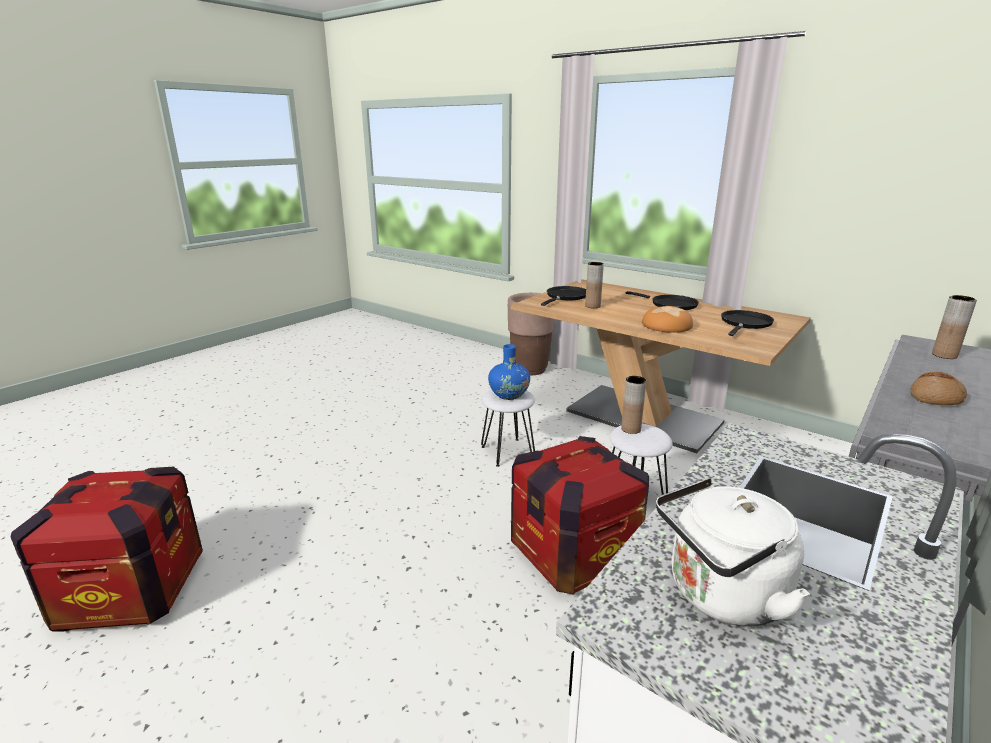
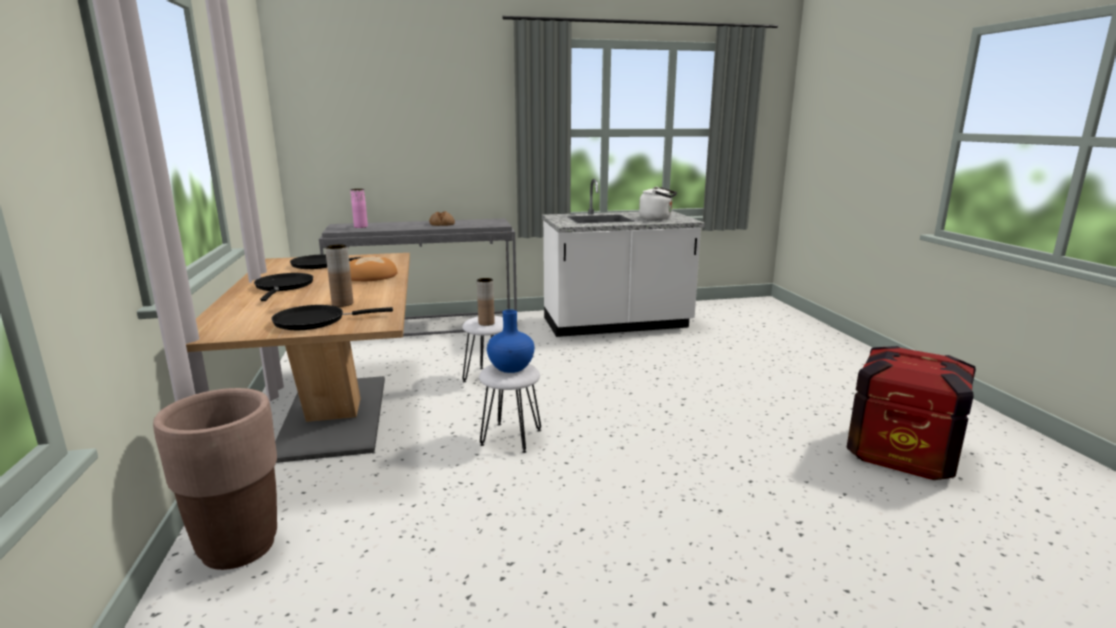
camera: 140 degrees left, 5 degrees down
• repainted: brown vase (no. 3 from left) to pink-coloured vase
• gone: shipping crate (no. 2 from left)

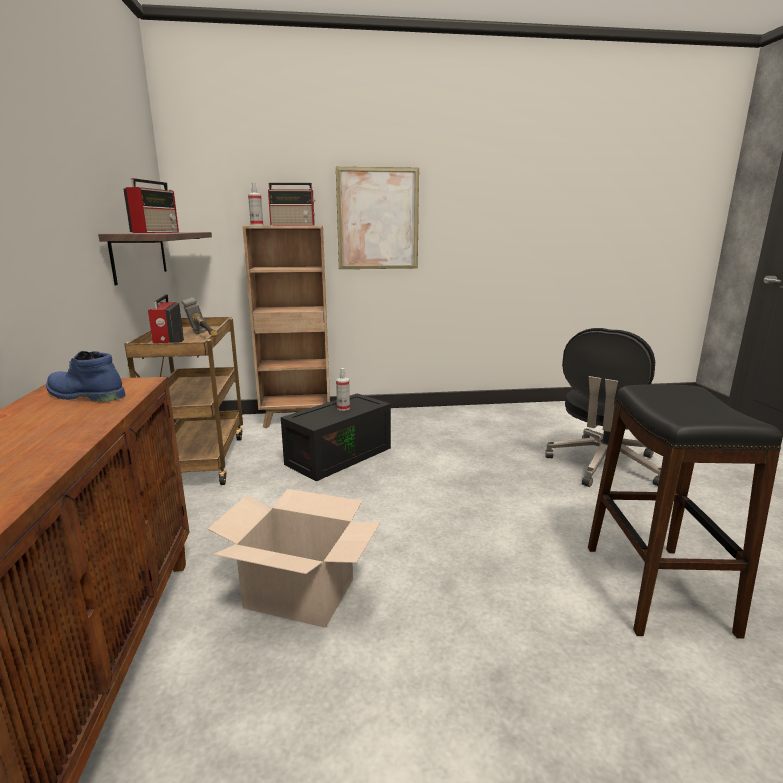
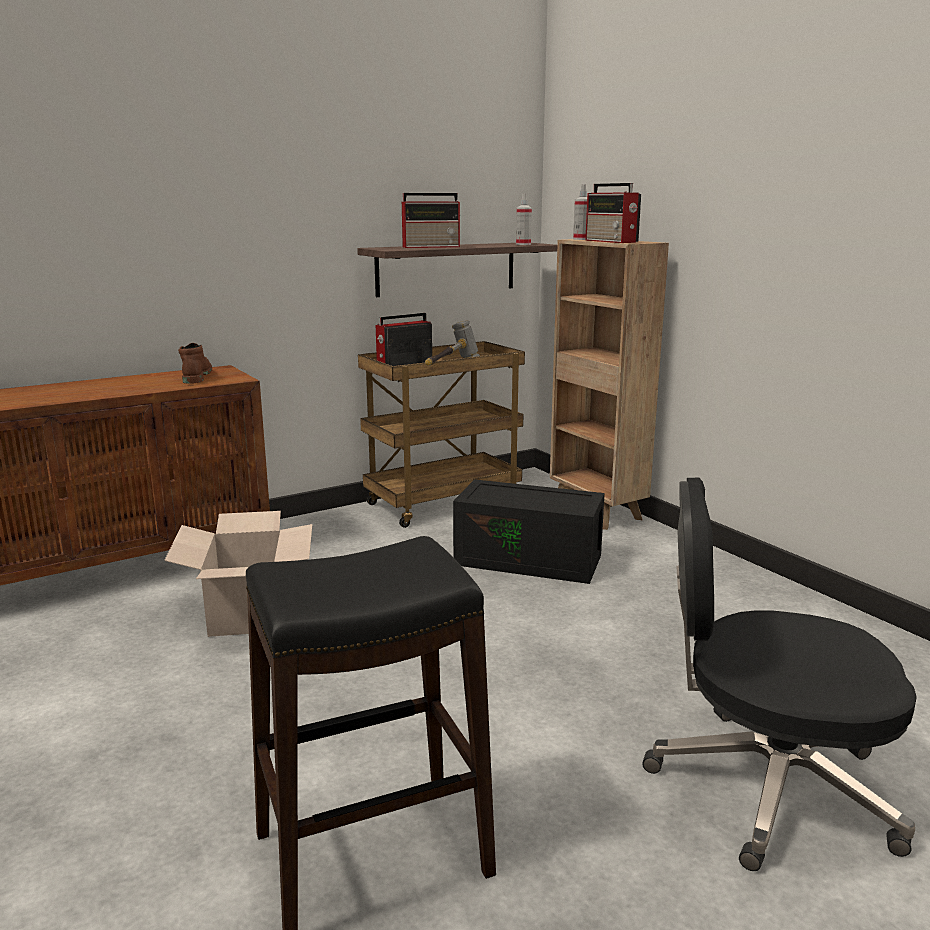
camera: 65 degrees right, 0 degrees up
• gone: picture
• repainted: blue-coloured high-top boot to brown high-top boot
• shifted: spray bottle (no. 2 from left in the first image) to spray bottle (no. 1 from left)

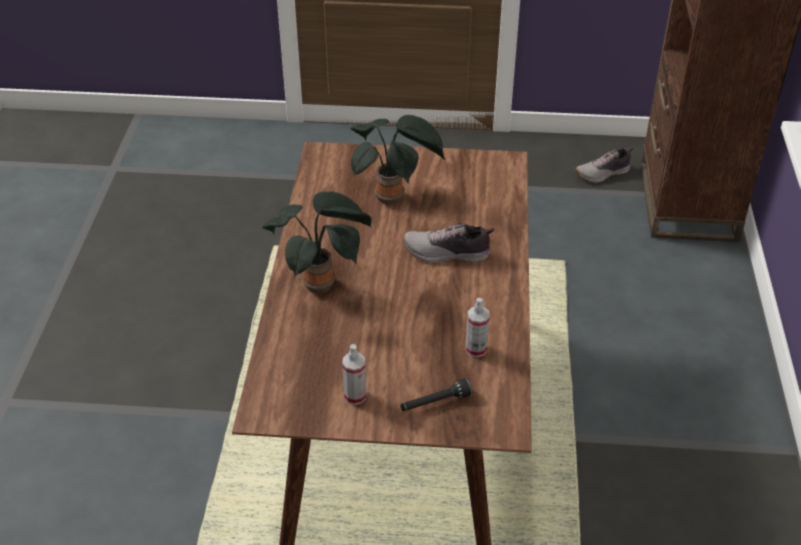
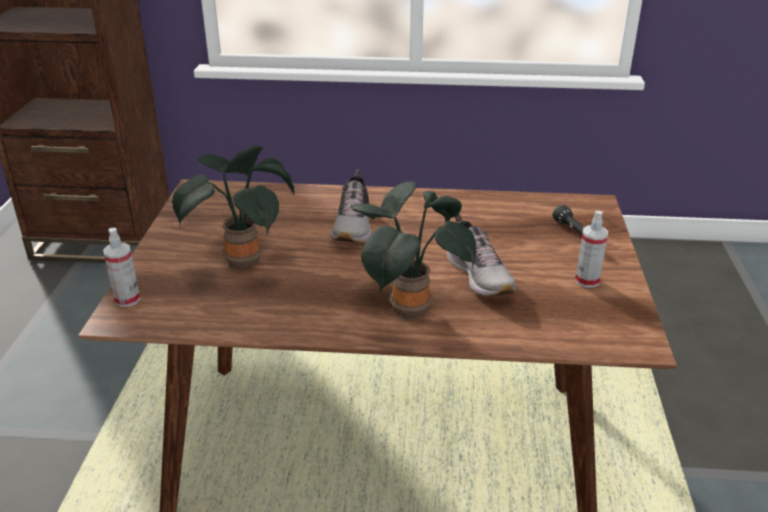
camera: 90 degrees left, 10 degrees down
• shifted: low shoe (no. 2 from left)
• shifted: spray bottle (no. 2 from left in the first image) to spray bottle (no. 1 from left)

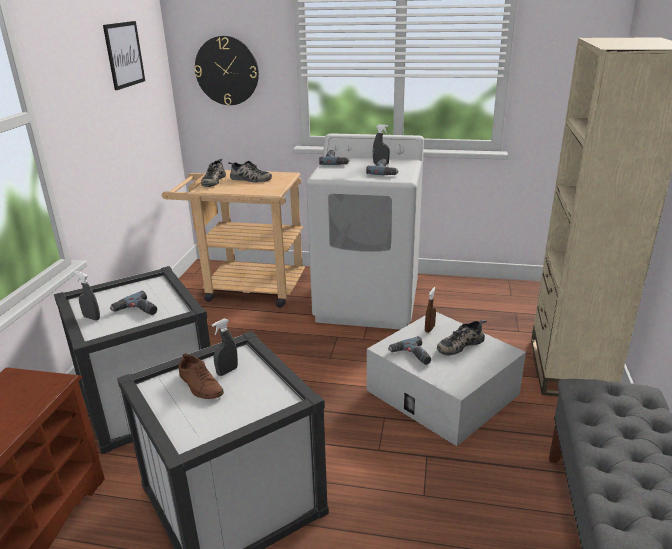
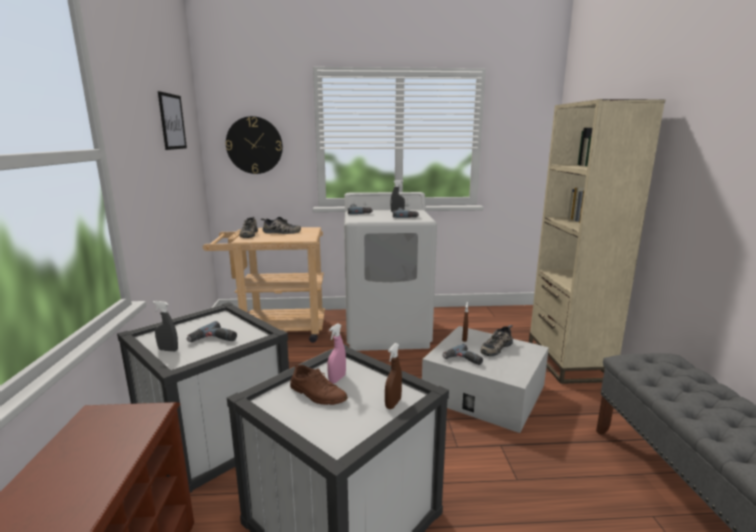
camera: 15 degrees left, 10 degrees down
• repainted: greyish spray bottle (no. 2 from left) to pink-coloured spray bottle
• new: brown spray bottle (no. 1 from left)

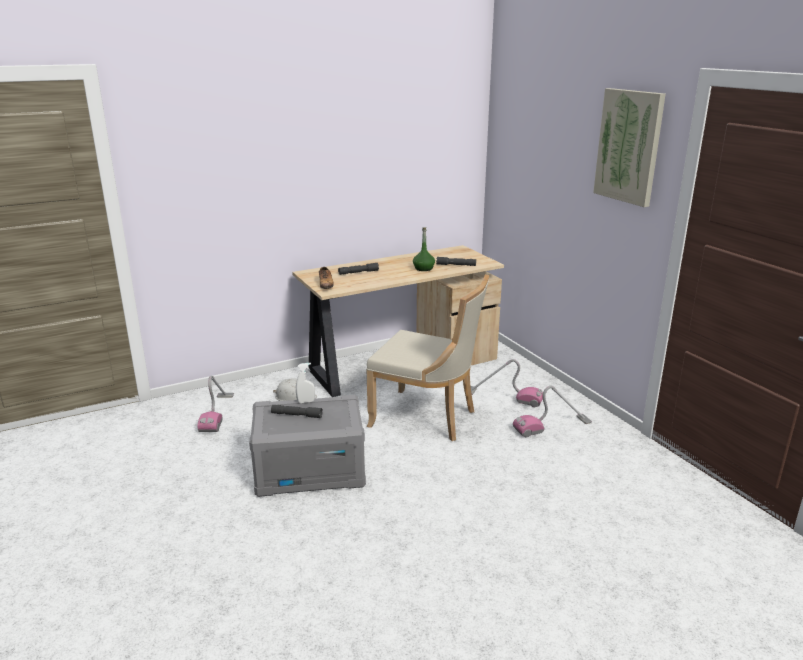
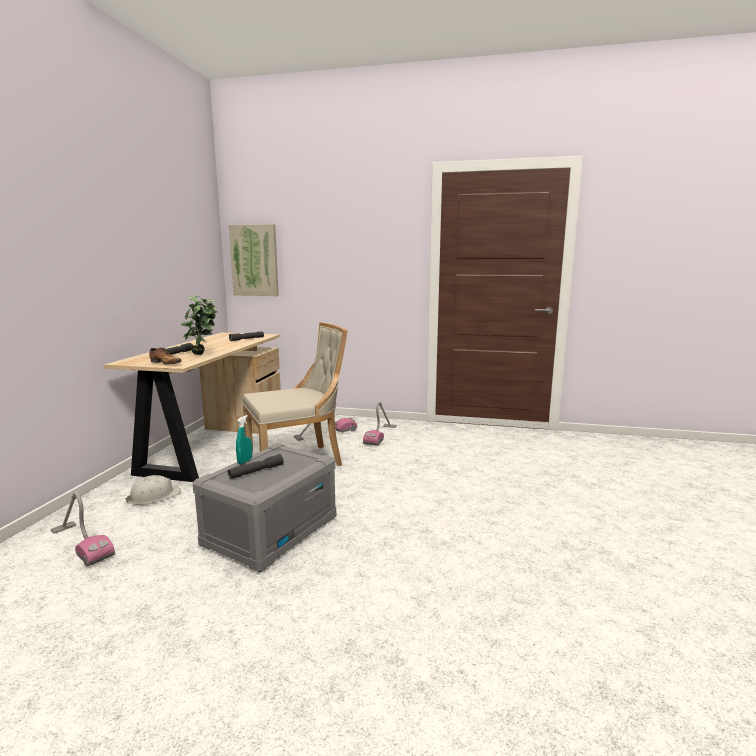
camera: 50 degrees left, 10 degrees down
• shifted: picture
• gone: green bottle
• repainted: white spray bottle to turquoise-coloured spray bottle
• new: plant in a pot

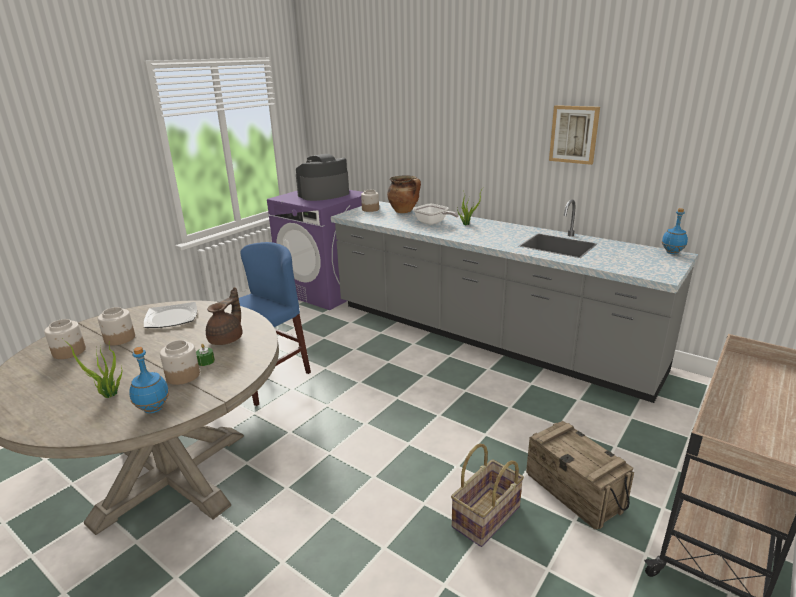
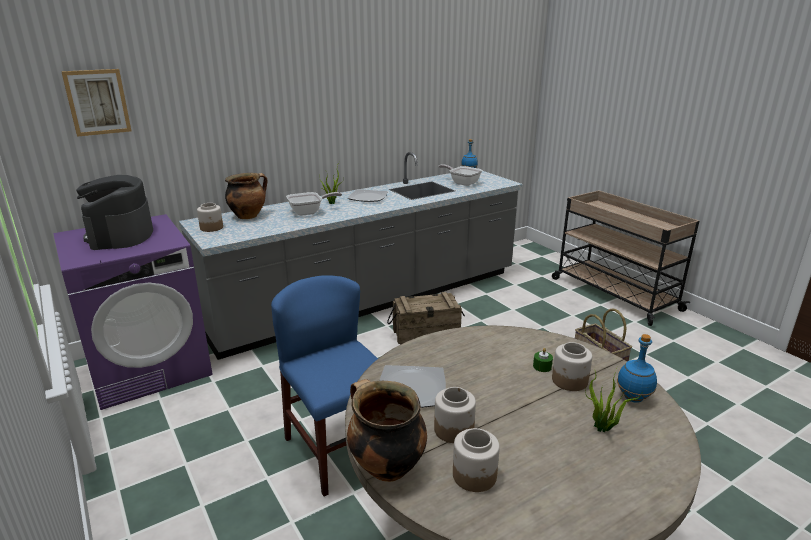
camera: 70 degrees left, 0 degrees up
• shifted: picture
• gone: brown teapot
• shifted: shipping crate
• new: skillet (no. 2 from left)
• new: plate (no. 1 from left)
• new: stockpot (no. 2 from left)

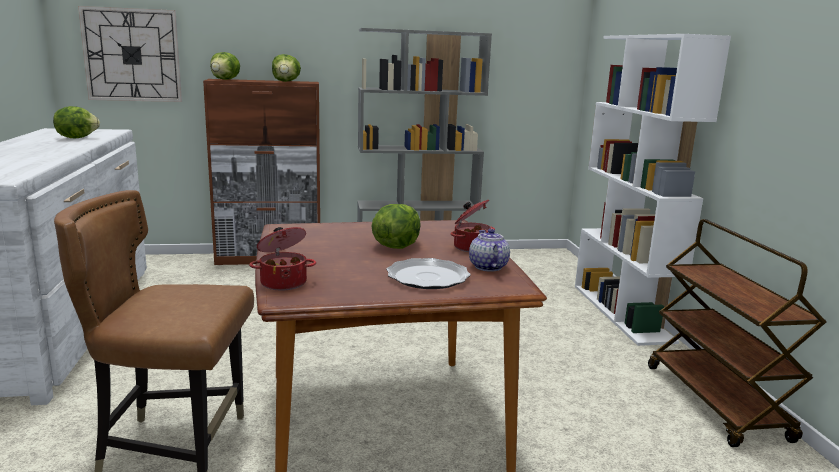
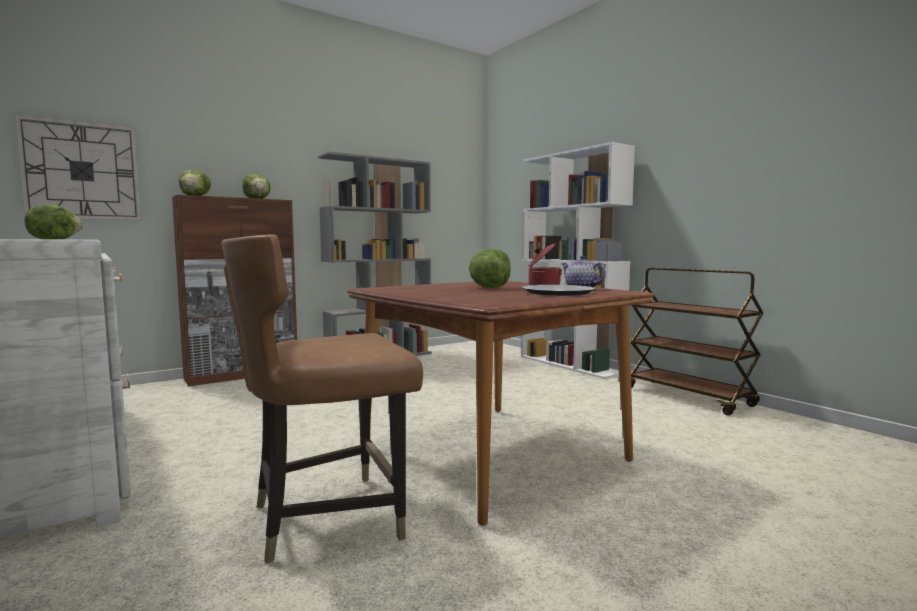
camera: 25 degrees left, 10 degrees down
• gone: stockpot (no. 1 from left)

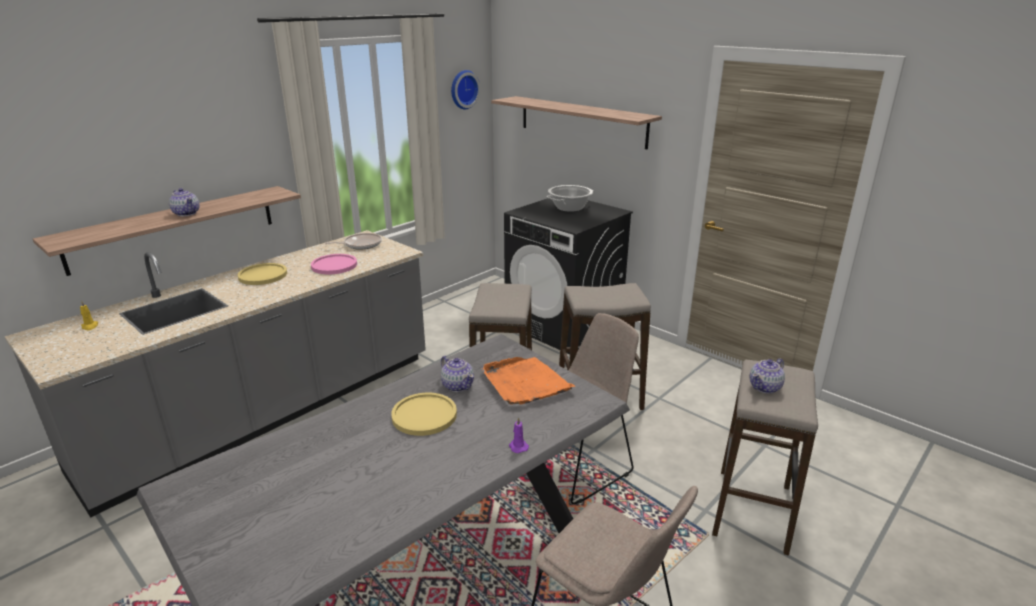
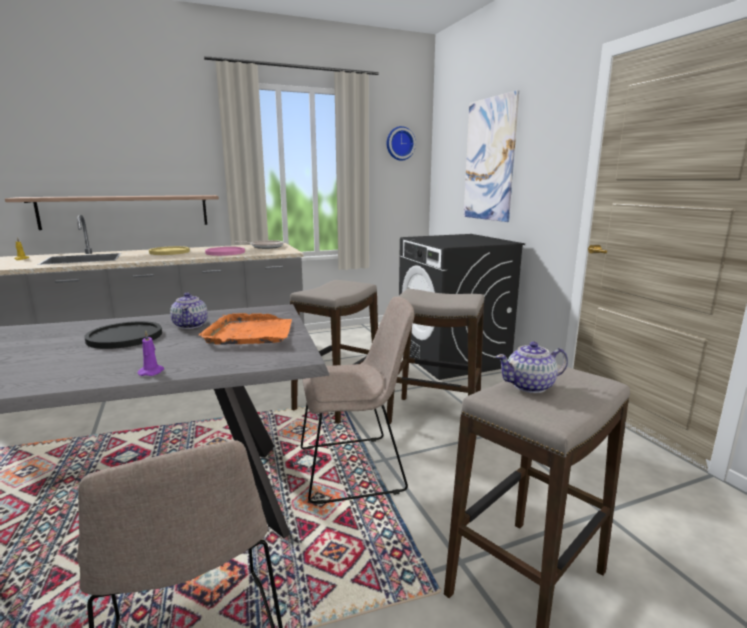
camera: 25 degrees right, 10 degrees down
• swapped: bracket shelf (no. 2 from left) to picture
• gone: stockpot
• gone: teapot (no. 1 from left)
• repainted: yellowish plate (no. 2 from left) to blackish plate

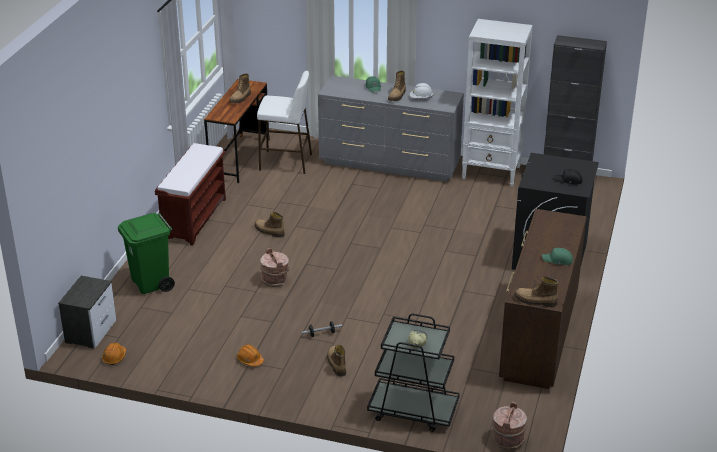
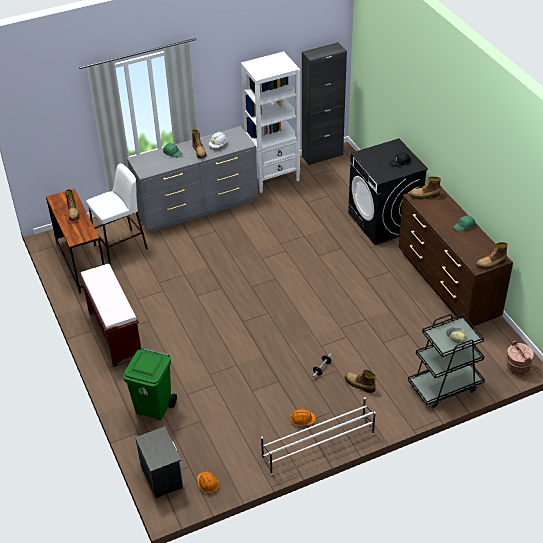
camera: 40 degrees left, 10 degrees up
• shifted: high-top boot (no. 2 from left in the first image) to high-top boot (no. 4 from left)
• gone: brown pail (no. 1 from left)
• new: white shoe shelf

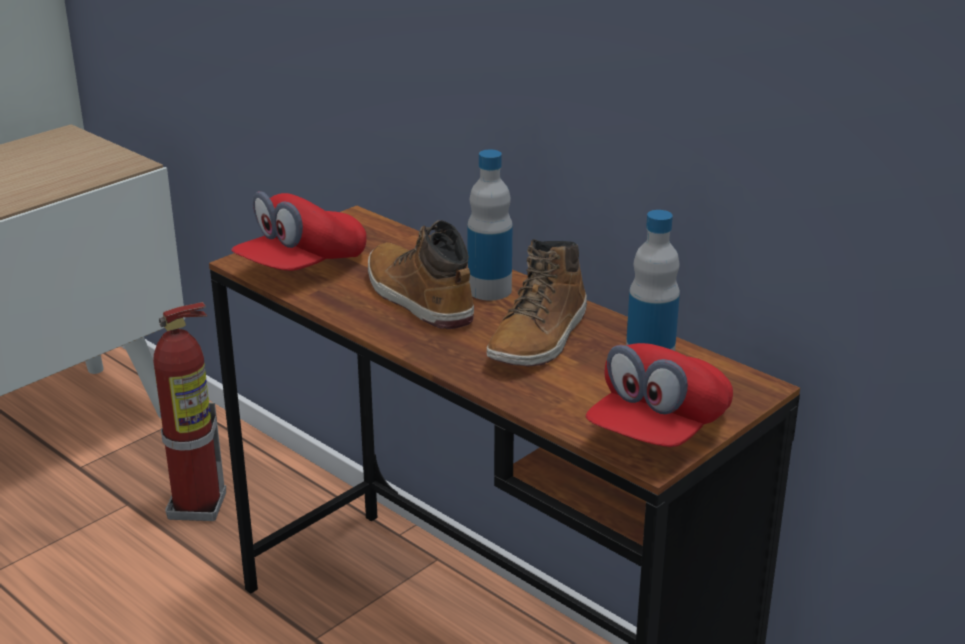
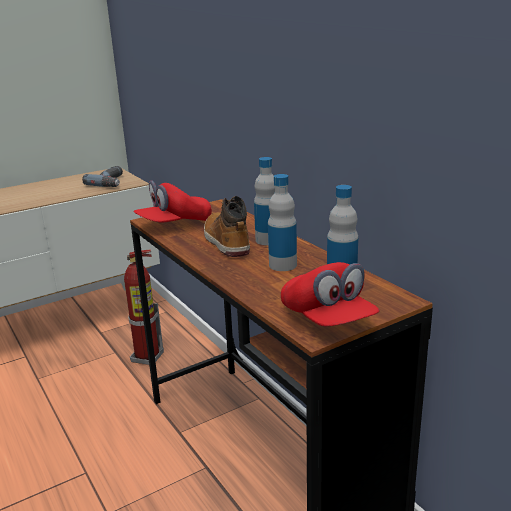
camera: 15 degrees right, 5 degrees down
• swapped: high-top boot (no. 2 from left) to bottle (no. 2 from left)
• rotated: red baseball cap (no. 2 from left) 75 degrees counterclockwise
• new: electric drill

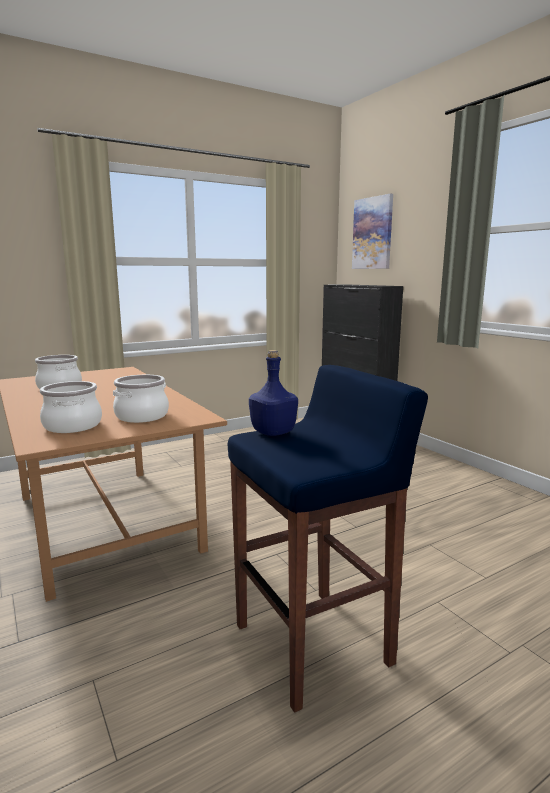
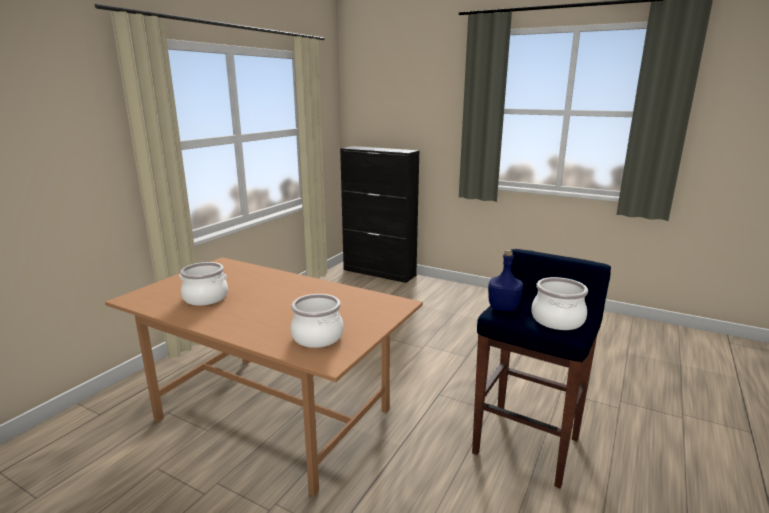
camera: 30 degrees left, 5 degrees up
• gone: picture
• shifted: stockpot (no. 3 from left)

